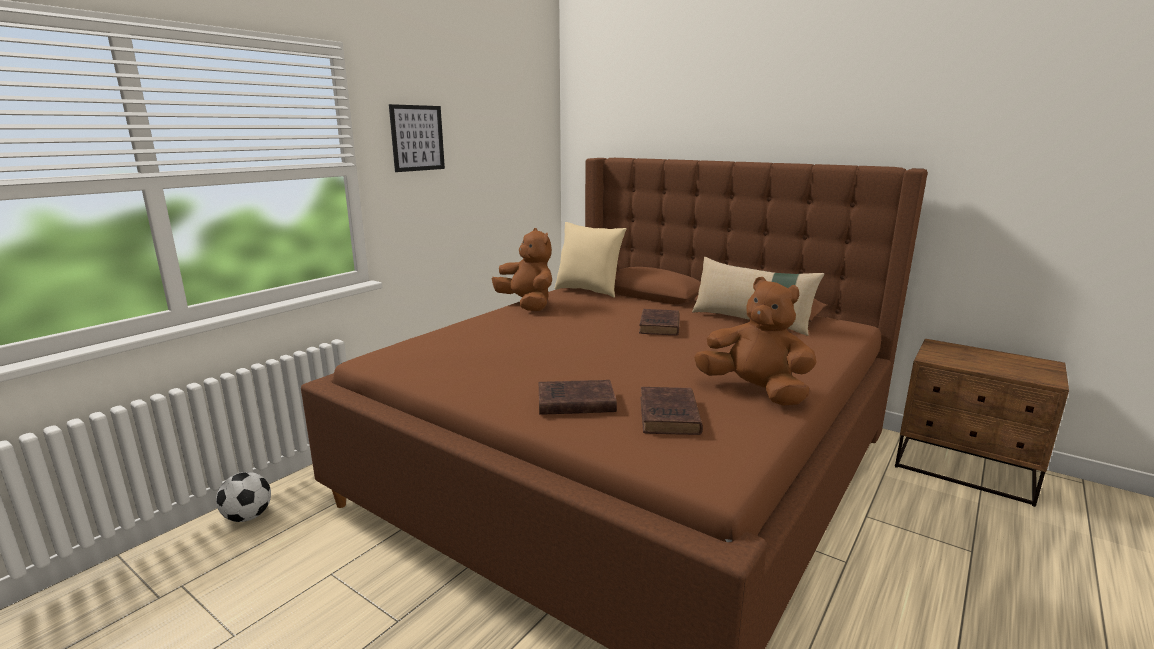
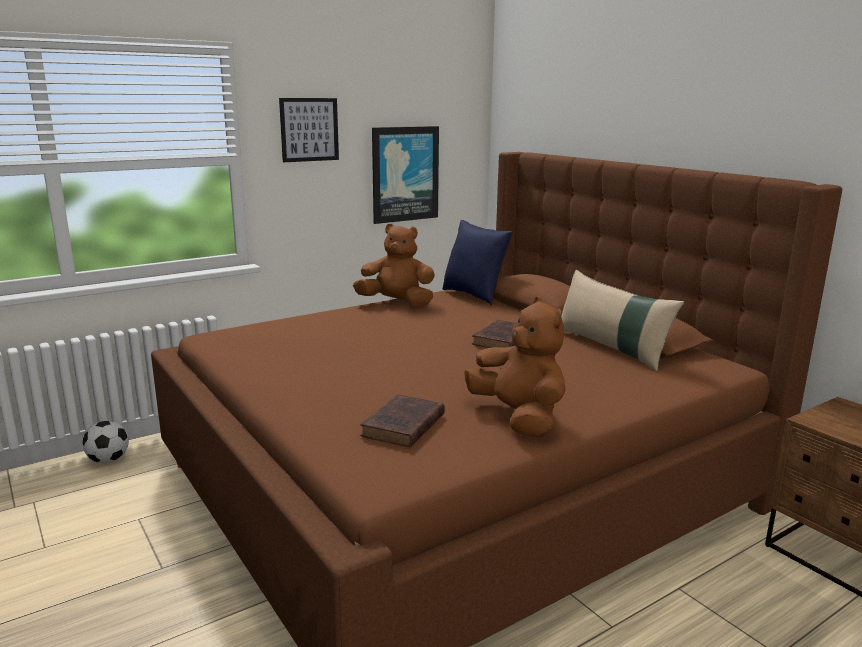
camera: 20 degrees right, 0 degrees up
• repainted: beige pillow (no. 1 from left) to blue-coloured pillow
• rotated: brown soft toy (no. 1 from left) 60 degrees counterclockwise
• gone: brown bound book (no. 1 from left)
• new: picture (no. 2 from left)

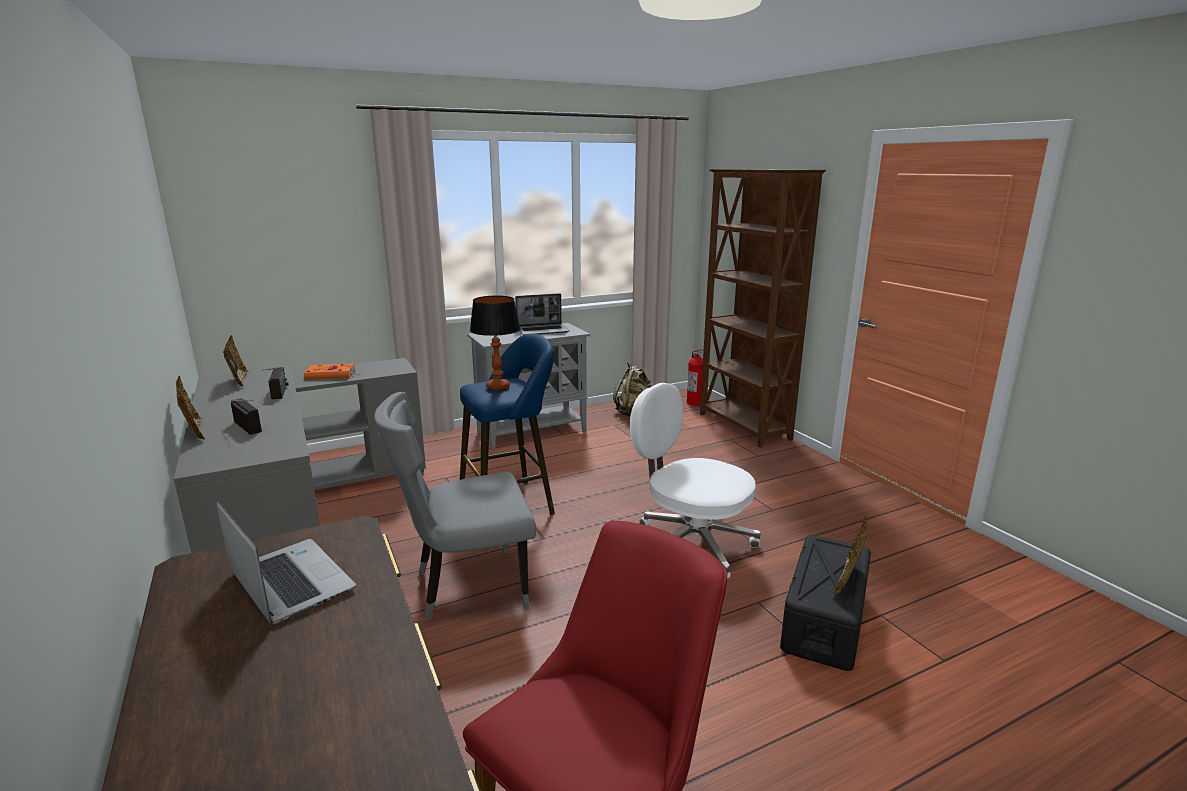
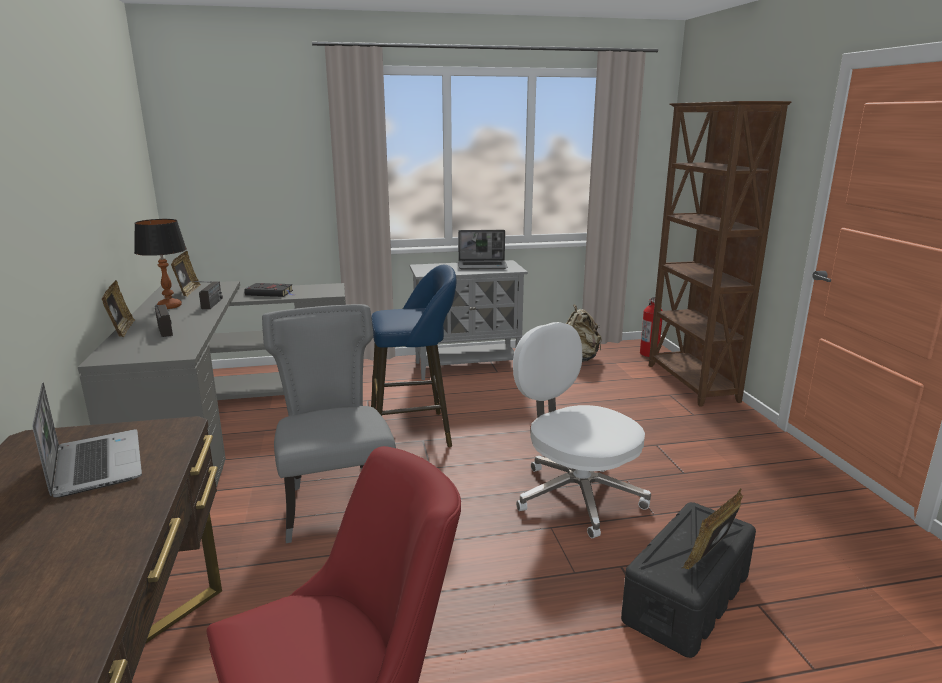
camera: 15 degrees right, 0 degrees up
• shifted: table lamp
• repainted: orangey bound book to blackish bound book
• rotated: greyish chair 75 degrees clockwise

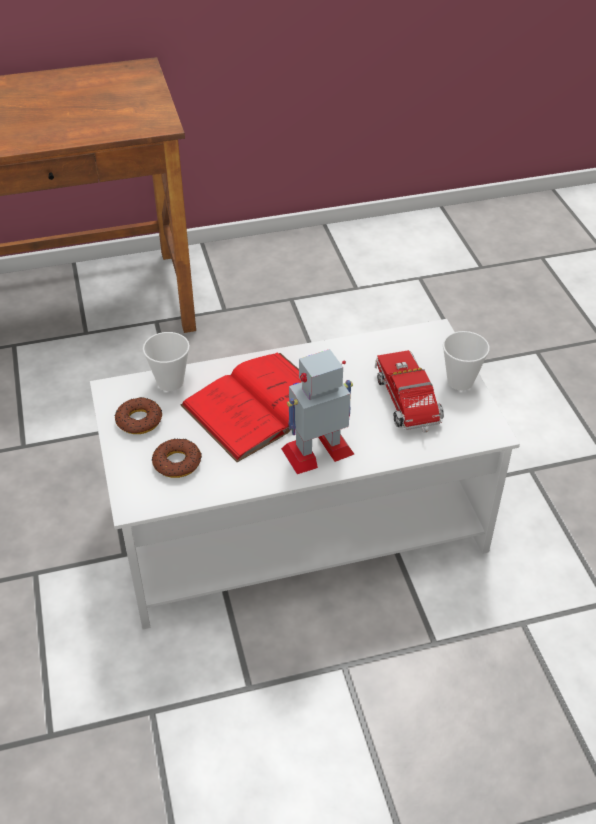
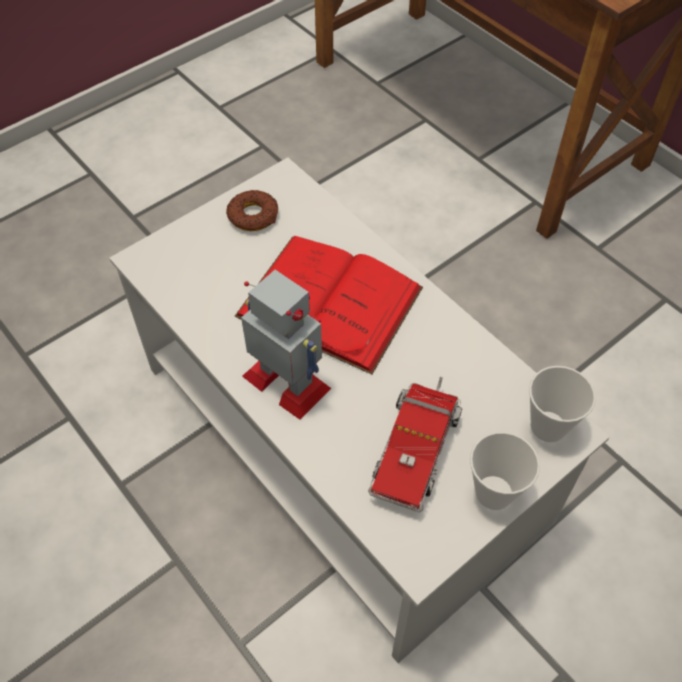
camera: 65 degrees right, 10 degrees up
• shifted: small cup (no. 1 from left in the first image) to small cup (no. 2 from left)
• rotated: toy lorry 150 degrees clockwise
• gone: doughnut (no. 2 from left)

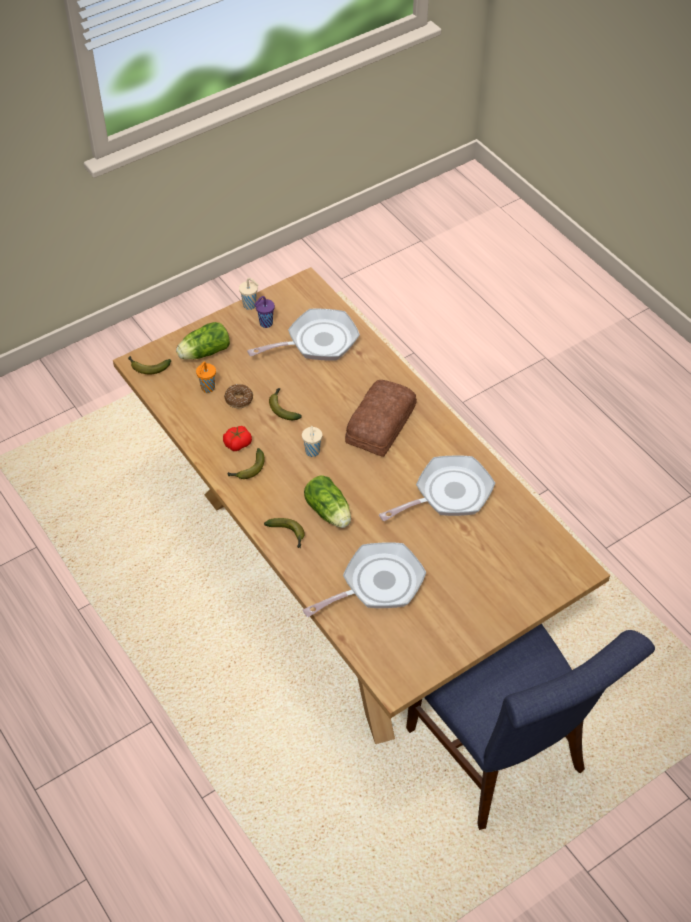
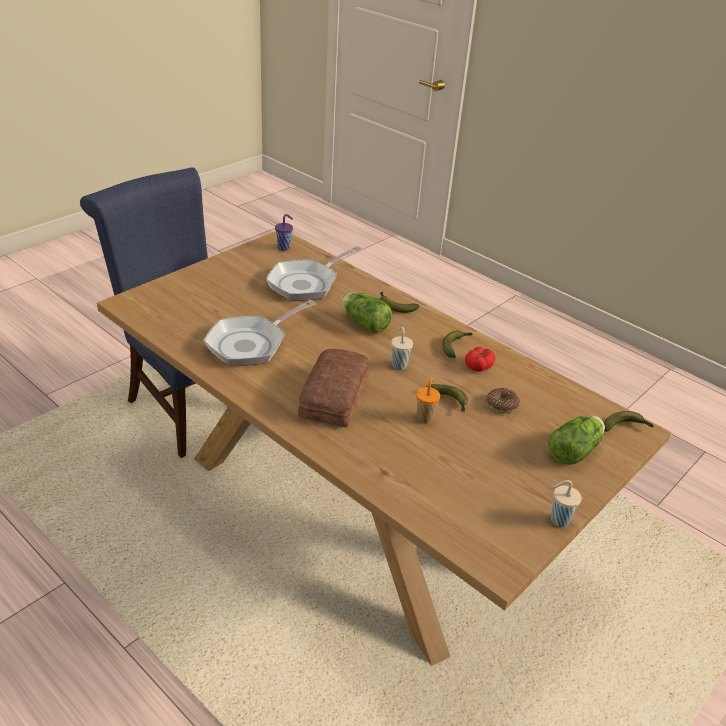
camera: 165 degrees right, 15 degrees down
• shifted: purplish small cup
• gone: skillet (no. 1 from left)
• shifted: orangey small cup

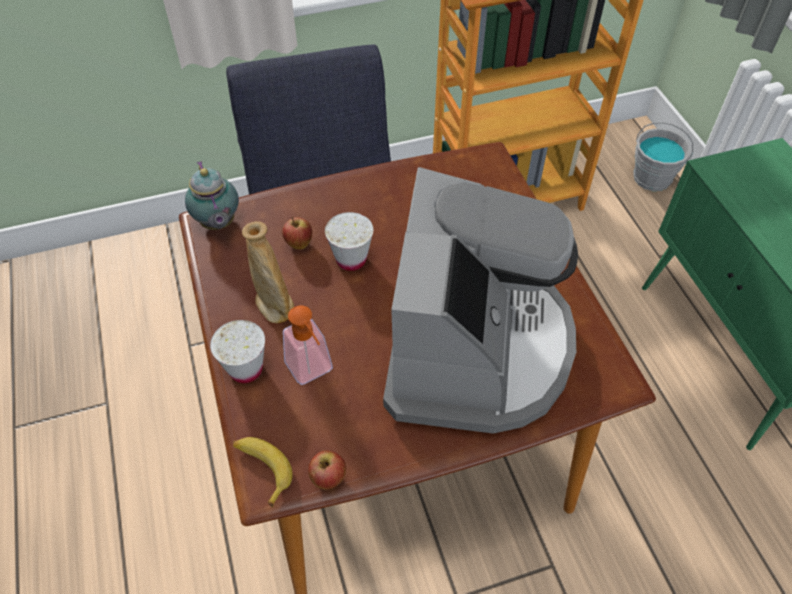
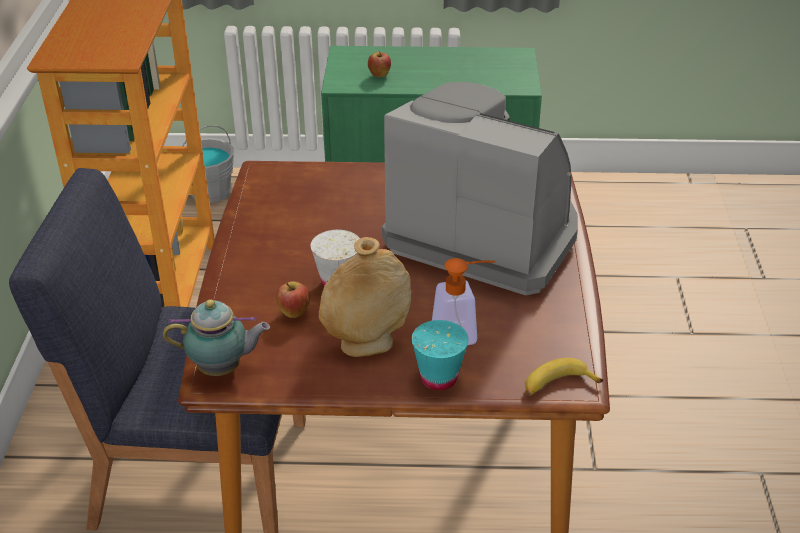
camera: 70 degrees left, 15 degrees down
• repainted: white small cup (no. 1 from left) to turquoise-coloured small cup
• shifted: whole apple (no. 2 from left)

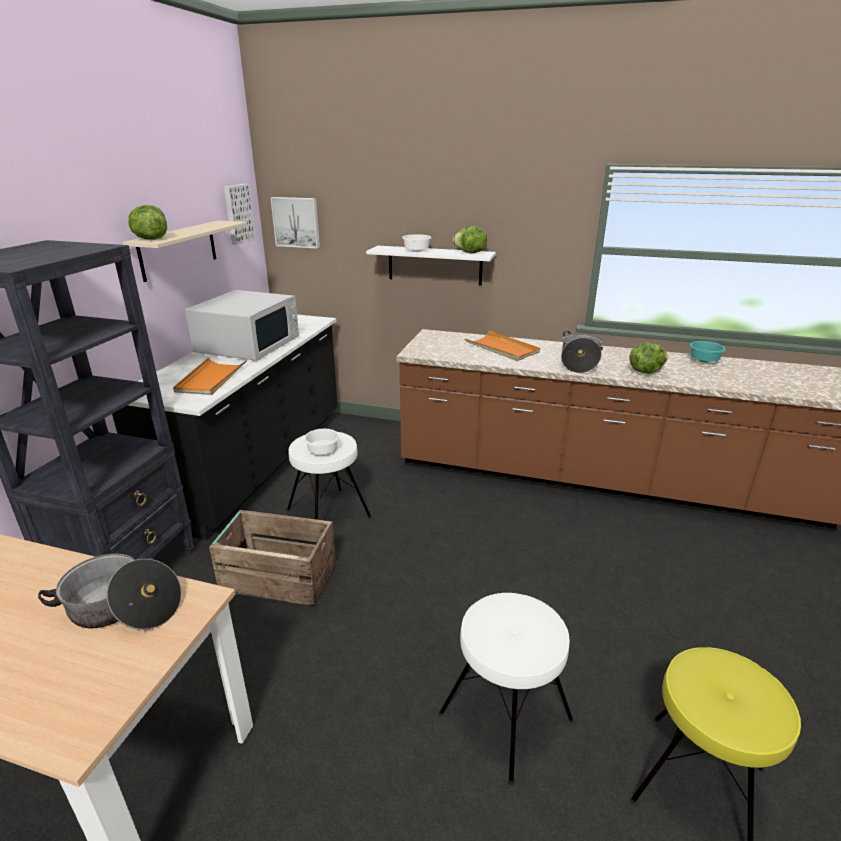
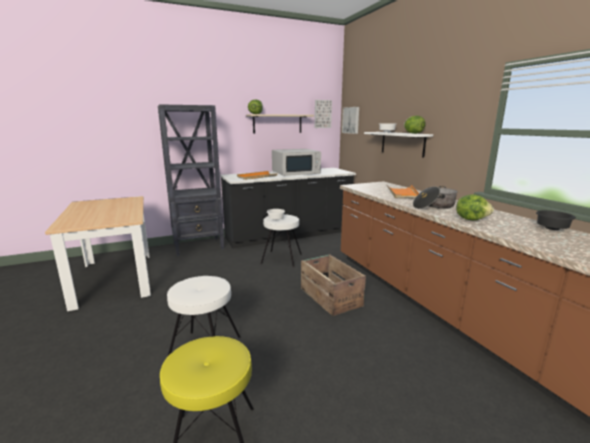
camera: 50 degrees right, 10 degrees down
• repainted: turquoise-coloured serving bowl to blackish serving bowl
• shifted: shipping crate
• gone: stockpot (no. 1 from left)

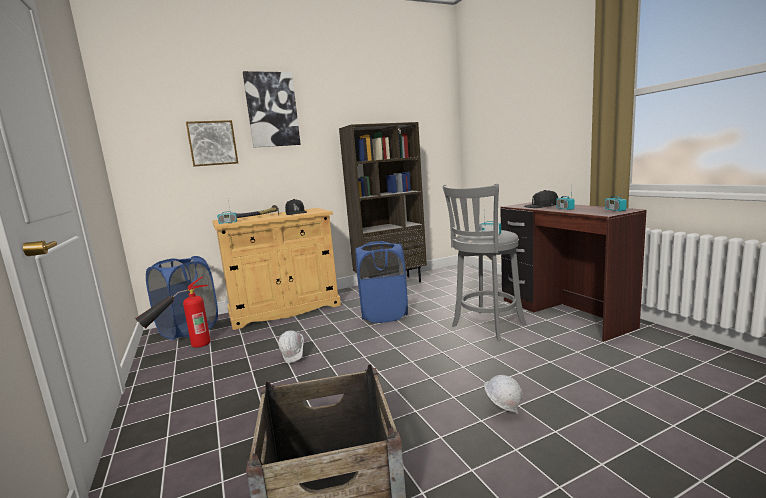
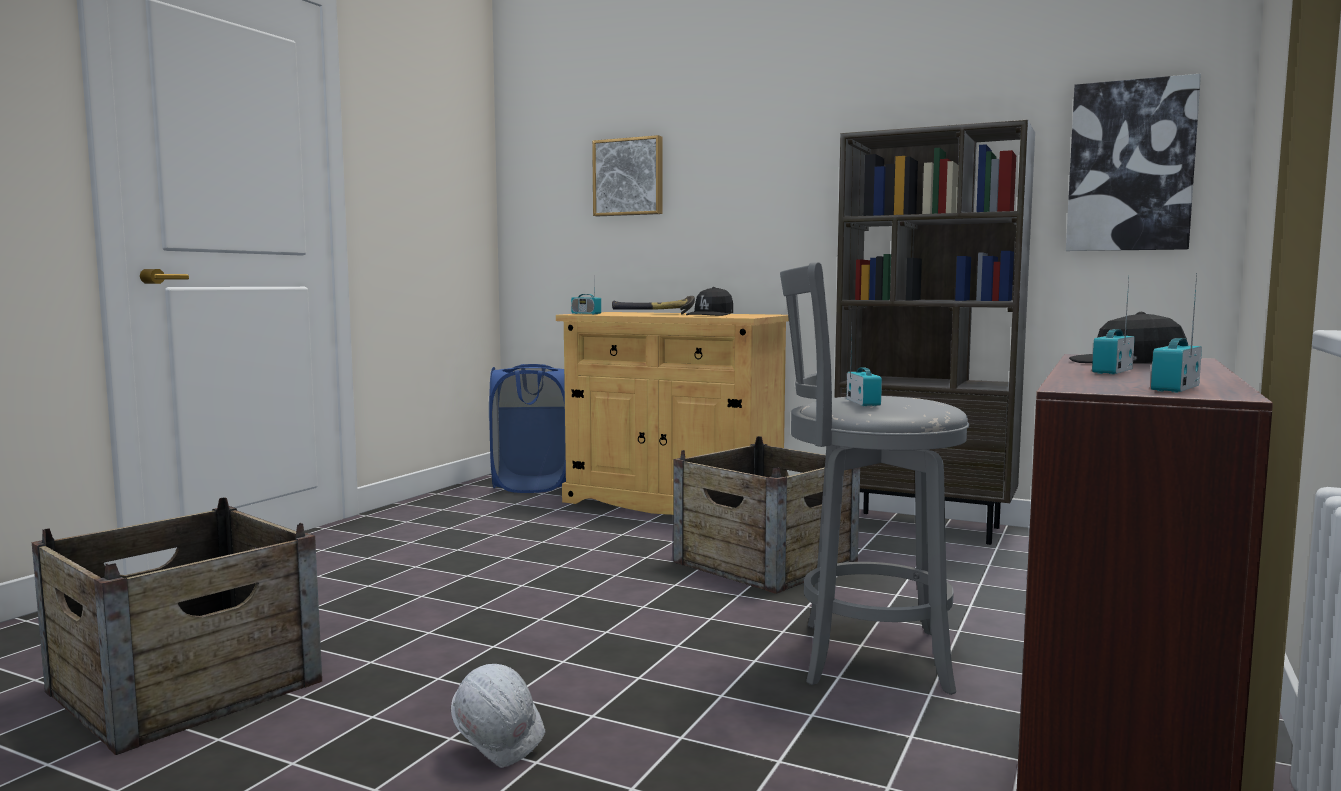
camera: 50 degrees right, 5 degrees down
• shifted: picture (no. 2 from left)
• swapped: blue-coloured hamper (no. 2 from left) to shipping crate (no. 2 from left)
• gone: extinguisher
• gone: white safety helmet (no. 1 from left)

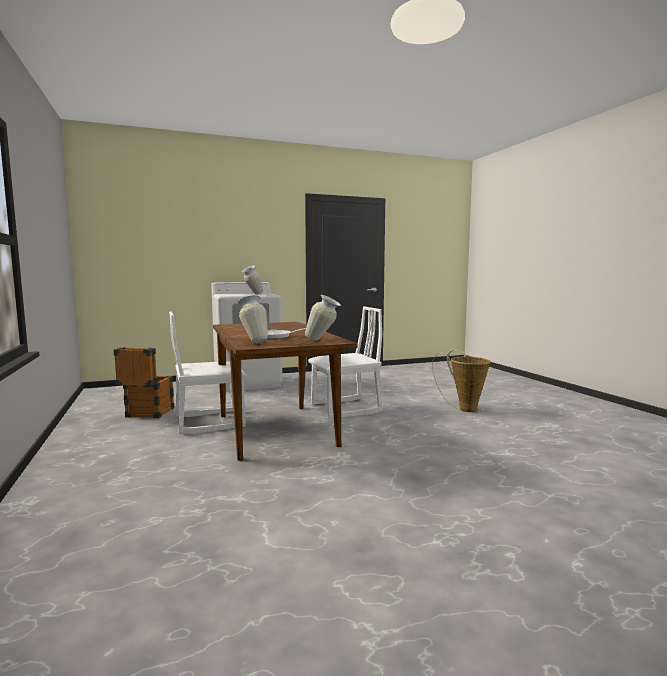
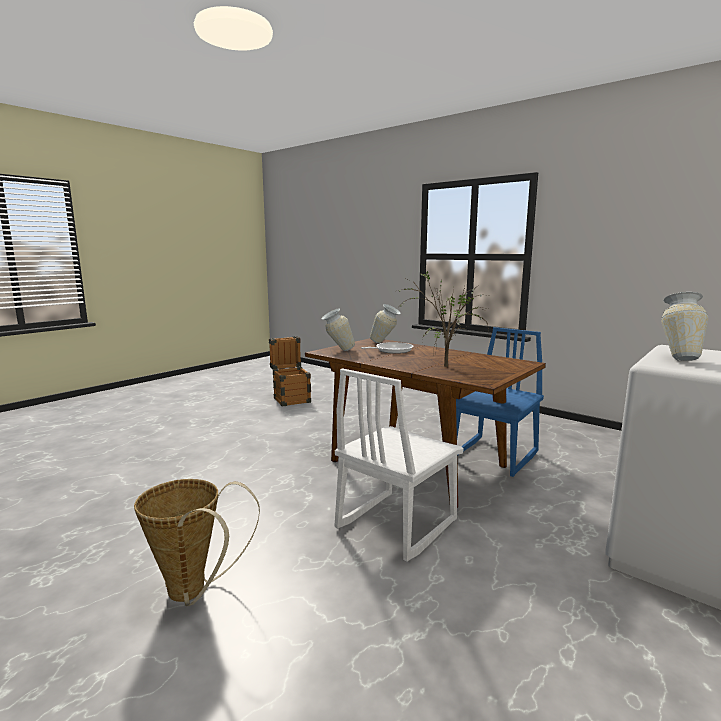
camera: 150 degrees right, 5 degrees up
• repainted: white chair (no. 1 from left) to blue-coloured chair
• shifted: shipping crate
• new: plant in a pot

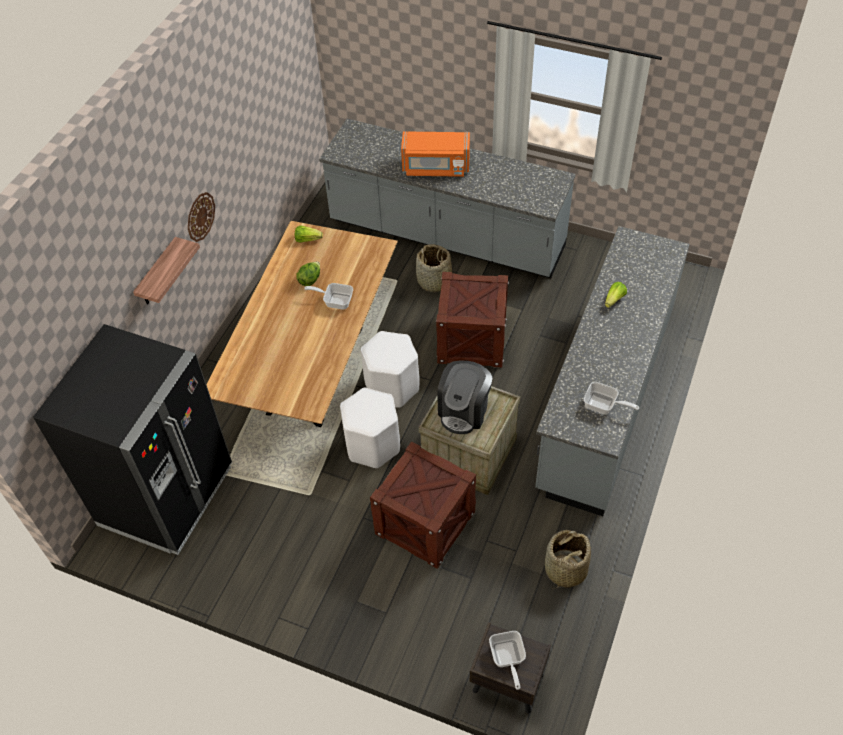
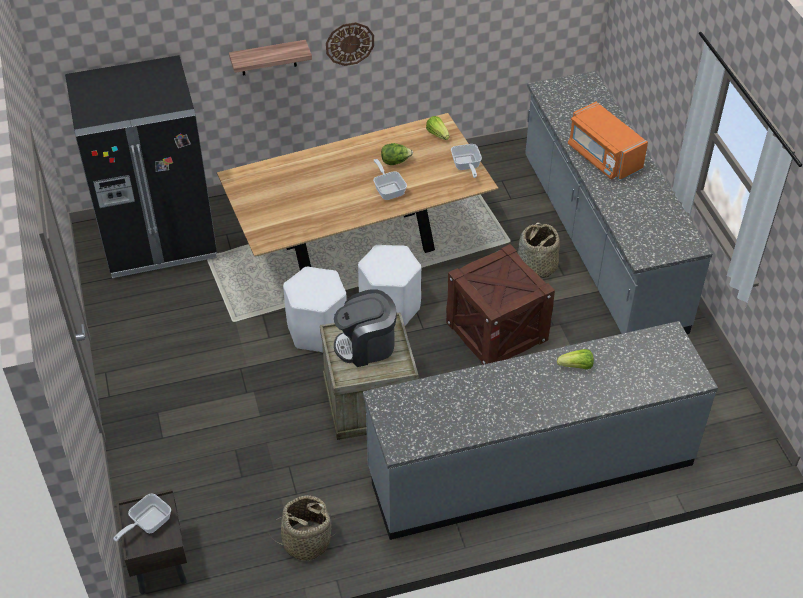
camera: 50 degrees right, 5 degrees down
• shifted: skillet (no. 3 from left)
• gone: shipping crate (no. 1 from left)

